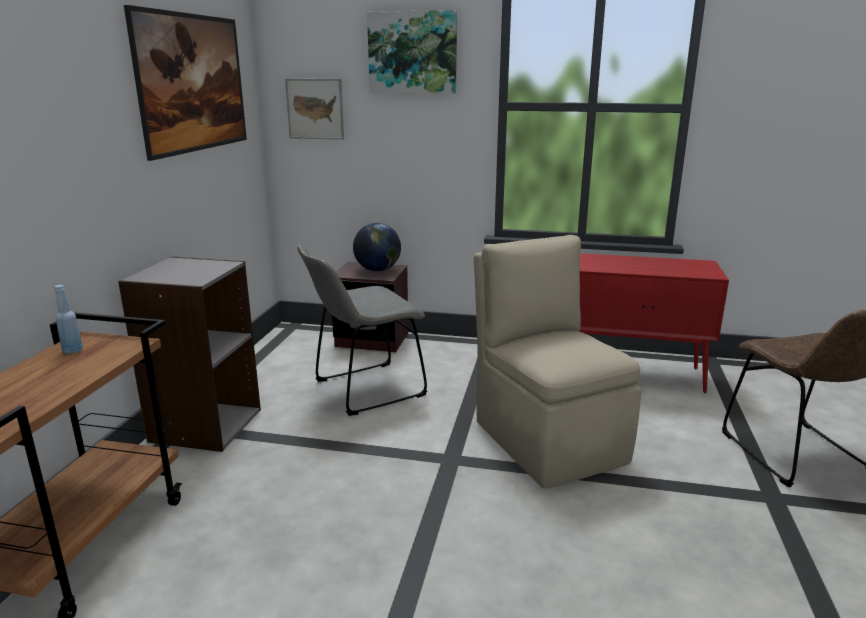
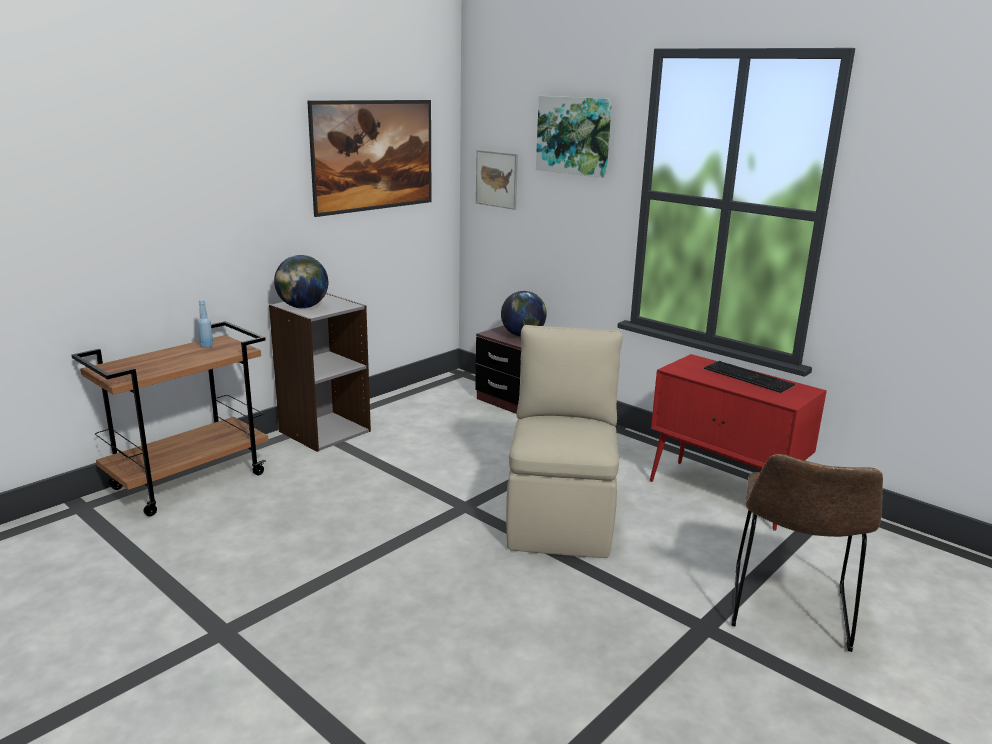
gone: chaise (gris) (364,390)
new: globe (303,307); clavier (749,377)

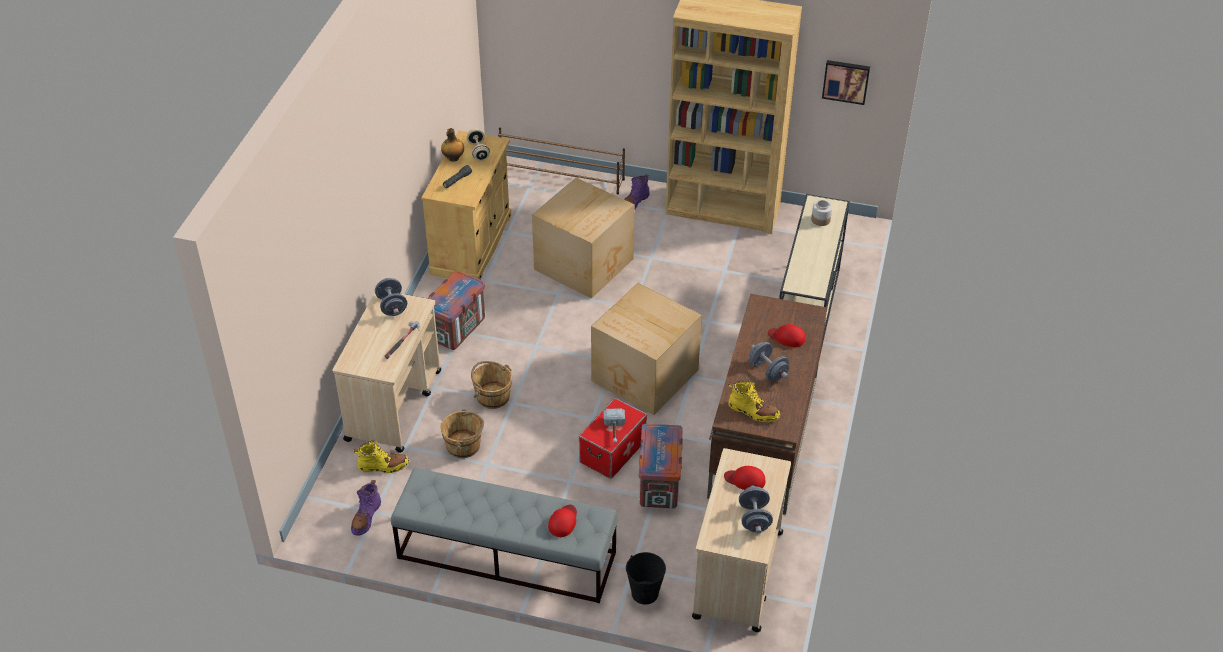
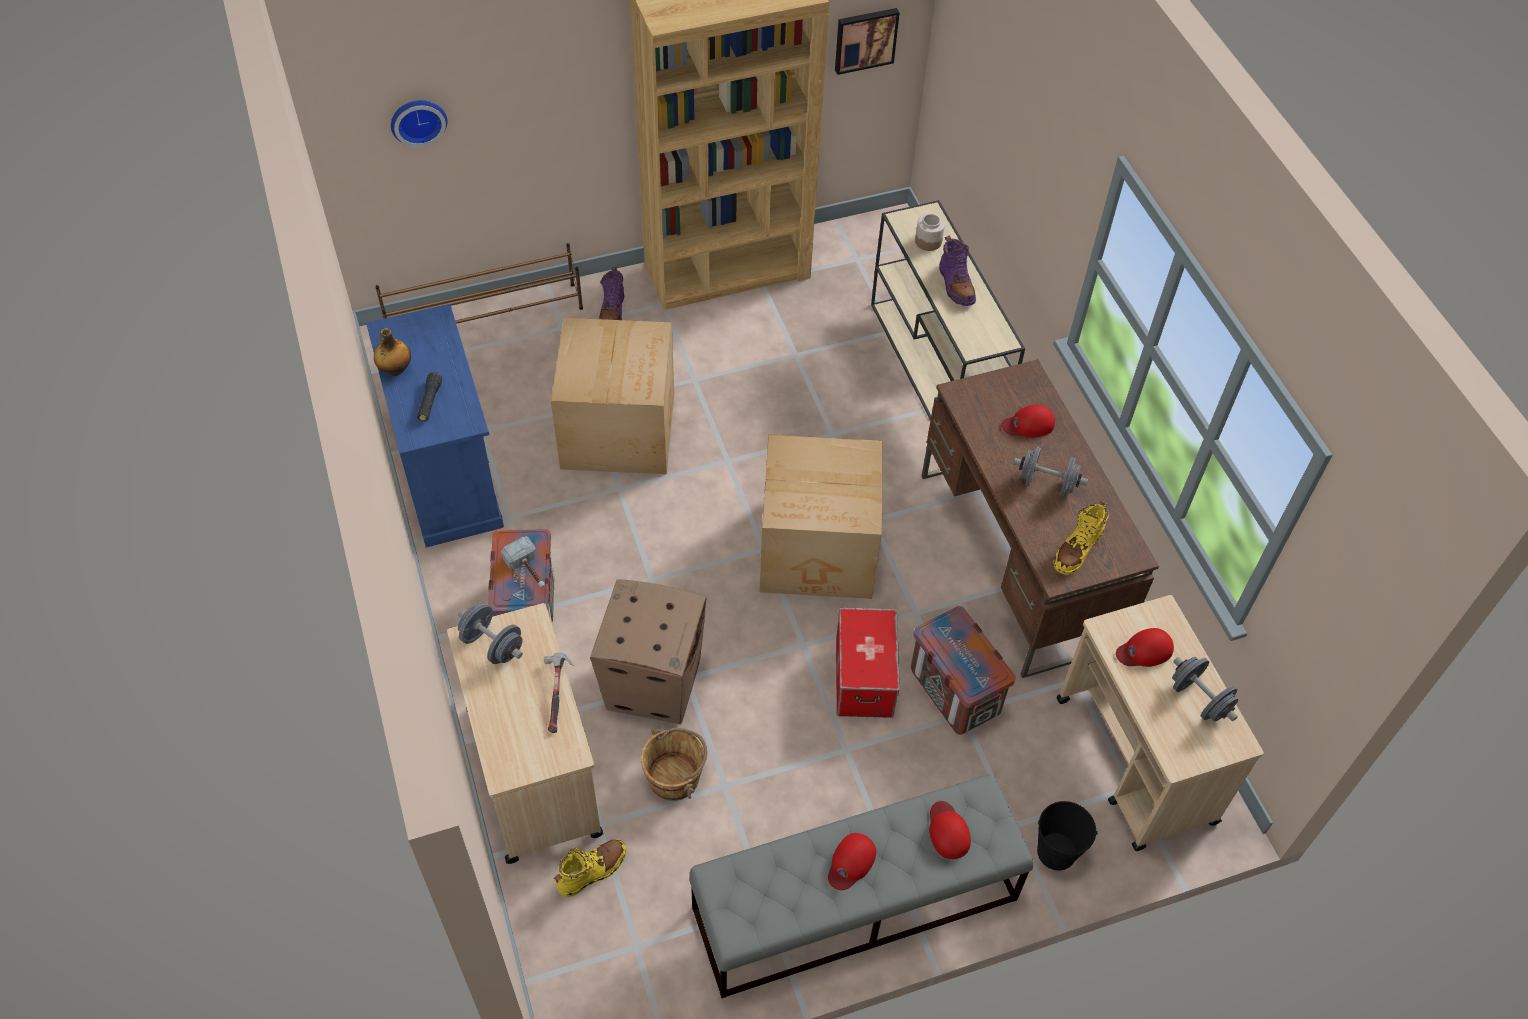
gone: haltère (beige) (478,151)
new: horloge murale (418,120); casquette (rouge) (851,862)
shifted: marteau (614,430) to (528,570); botte (violet) (366,517) to (956,285)
swapped: seau (marron) (492,396) to carton (654,683)
repainted: meuble de rangement (beige) (471,245) to meuble de rangement (bleu) (448,473)
rotated: botte (jaune) (753,411) = (1077,550) 135 degrees clockwise

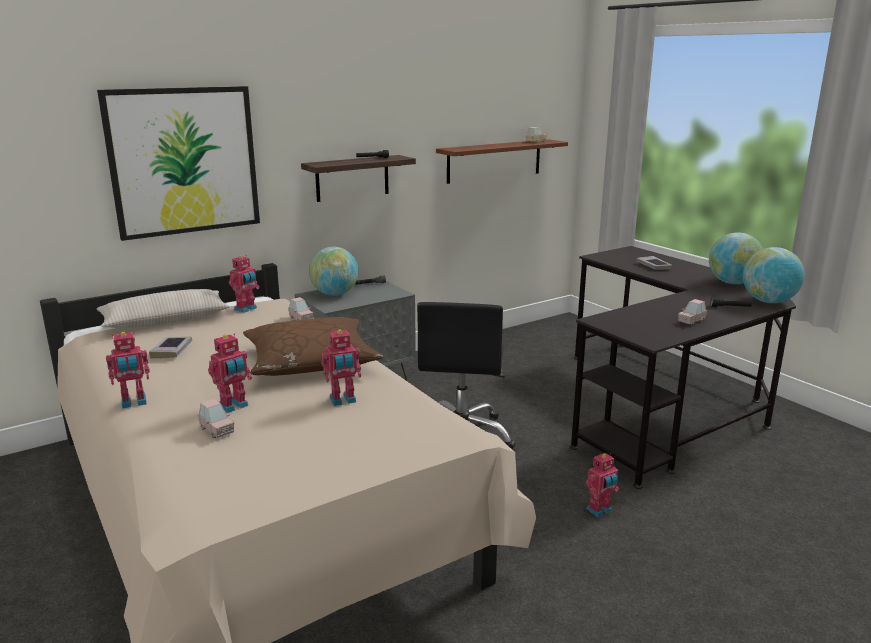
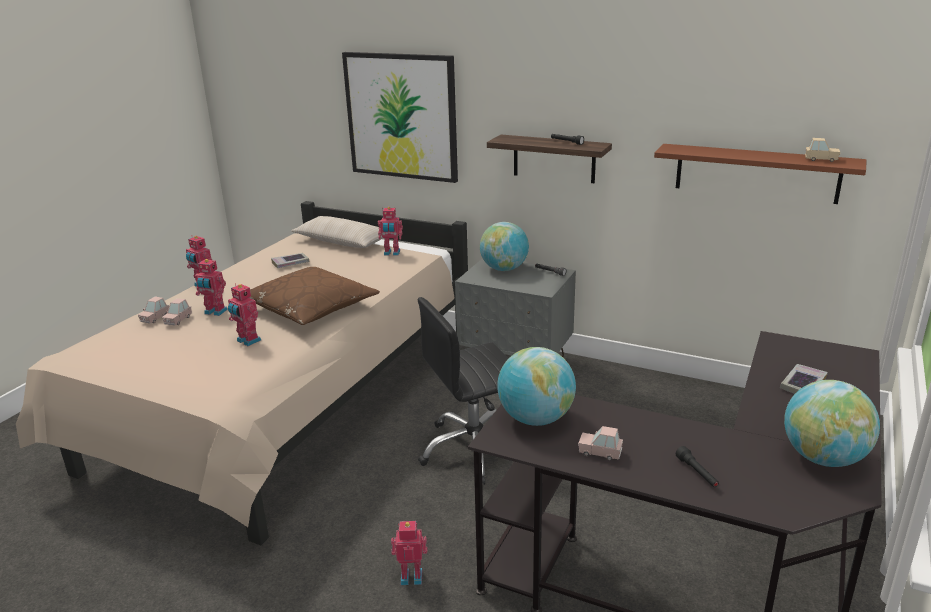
shifted: globe (768,301) to (536,419); petite voiture (rose) (301,318) to (155,318)
rotated: robot jouet (600,511) = (411,576) 150 degrees clockwise

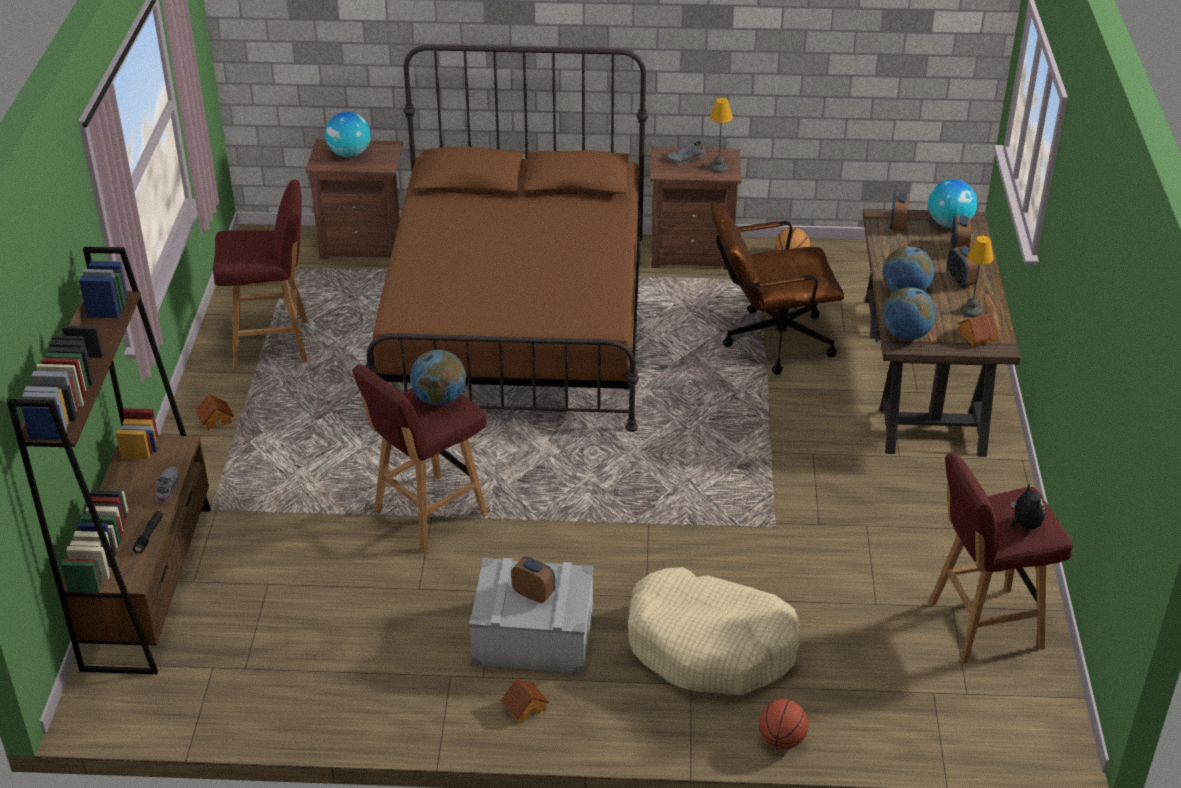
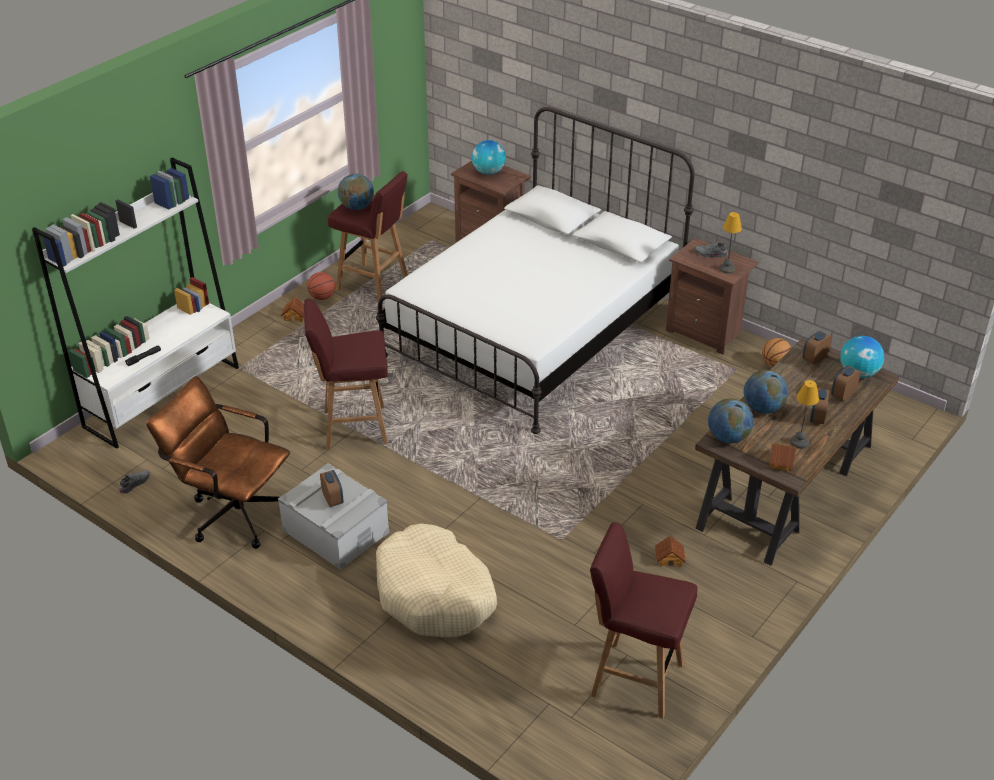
gone: peluche (1024,525)
shifted: chaise de bureau (marron) (769,341) to (231,512); globe (439,399) to (356,207); chaussure (gris) (166,488) to (134,484); maison miniature (525,707) to (669,558); ballon de basket (781,740) to (322,297)
repainted: lit (marron) (517,324) to lit (blanc) (534,331); bibliothèque (marron) (149,585) to bibliothèque (blanc) (163,396)

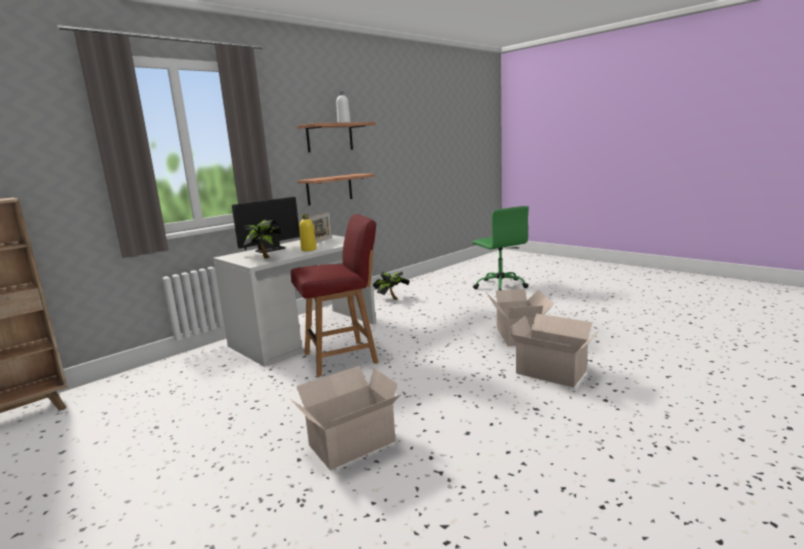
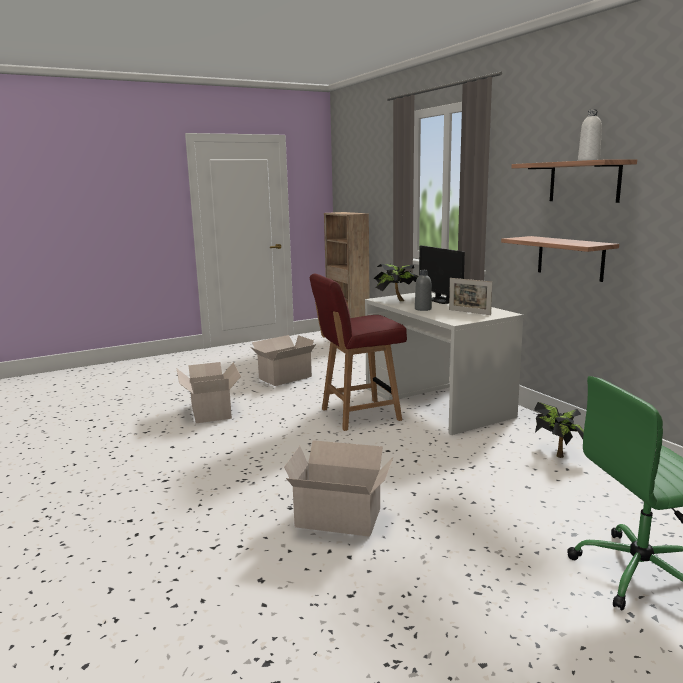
shifted: carton (552,373) to (283,378)
repainted: bouteille (jaune) (308,249) to bouteille (gris) (423,309)
rotated: chaise (rouge) (342,357) = (358,415) 75 degrees clockwise

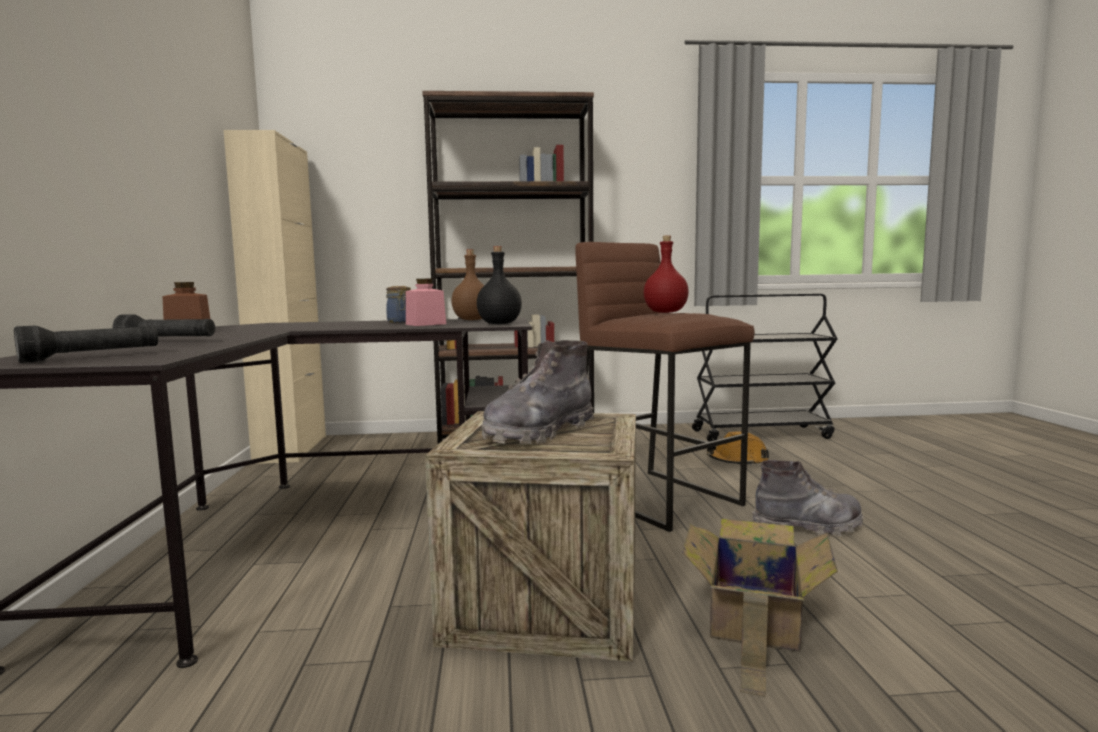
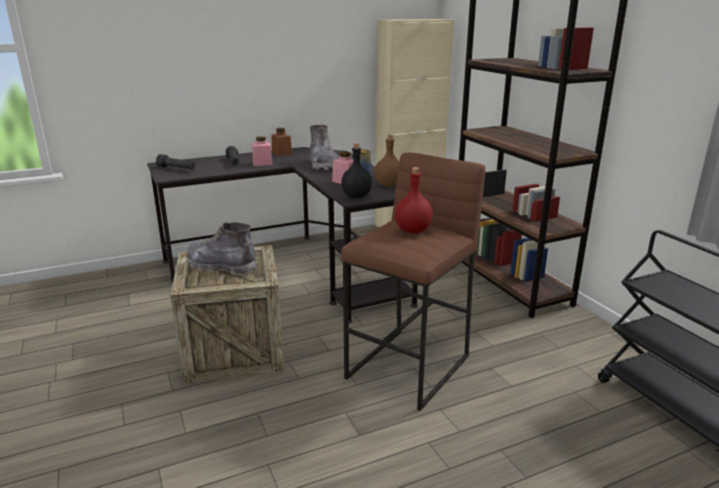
gone: casque de chantier (orange) (737,461); carton (752,617)
new: bocal (rose) (262,163)
shifted: botte (gris) (807,527) to (323,165)

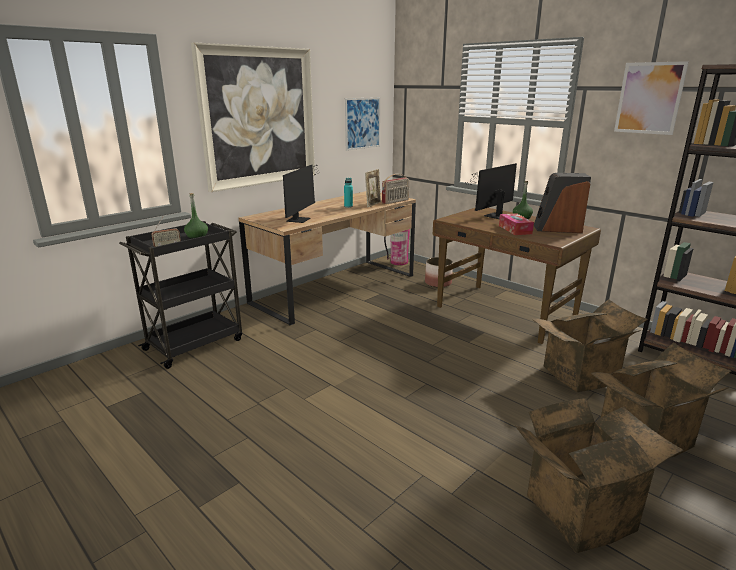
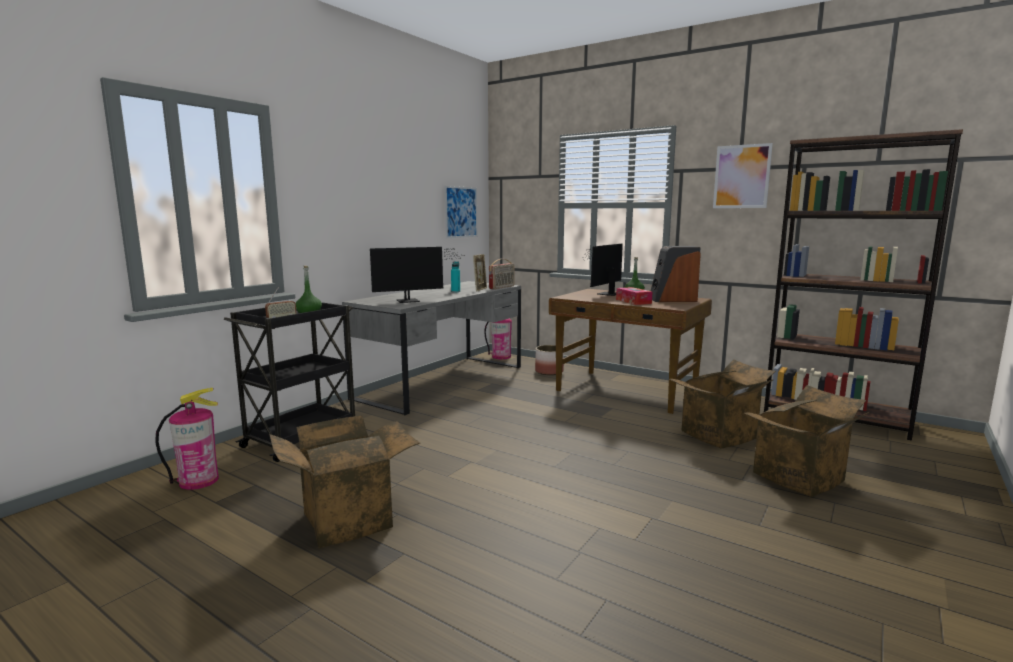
gone: tableau (259,117)
new: extincteur (199,481)
shifted: carton (578,508) to (348,518)
repainted: bureau (marron) (335,289) to bureau (gris) (442,382)
rotated: écran d'ordinateur (300,219) = (411,300) 60 degrees clockwise

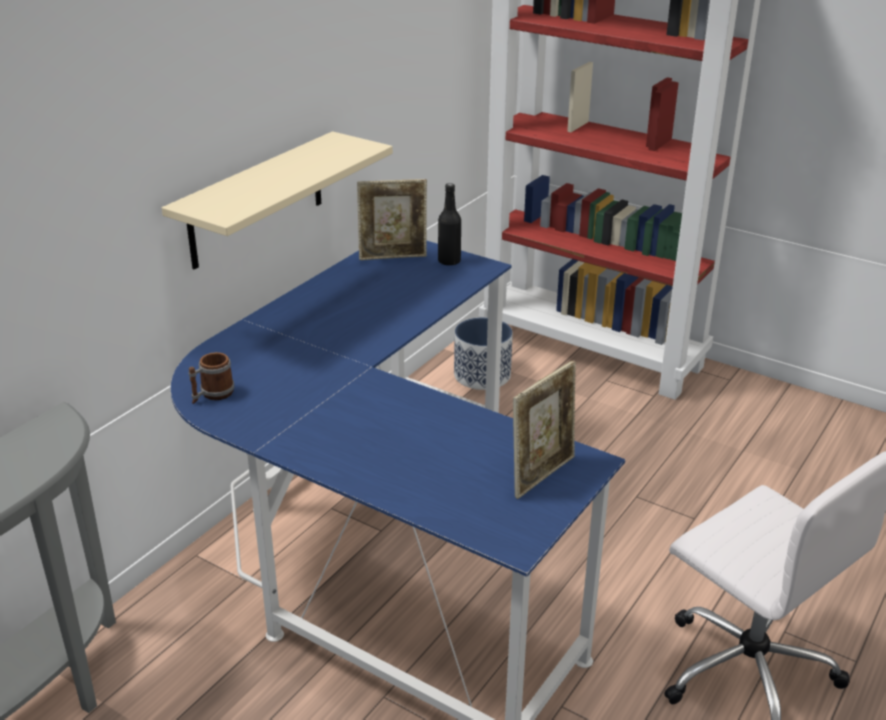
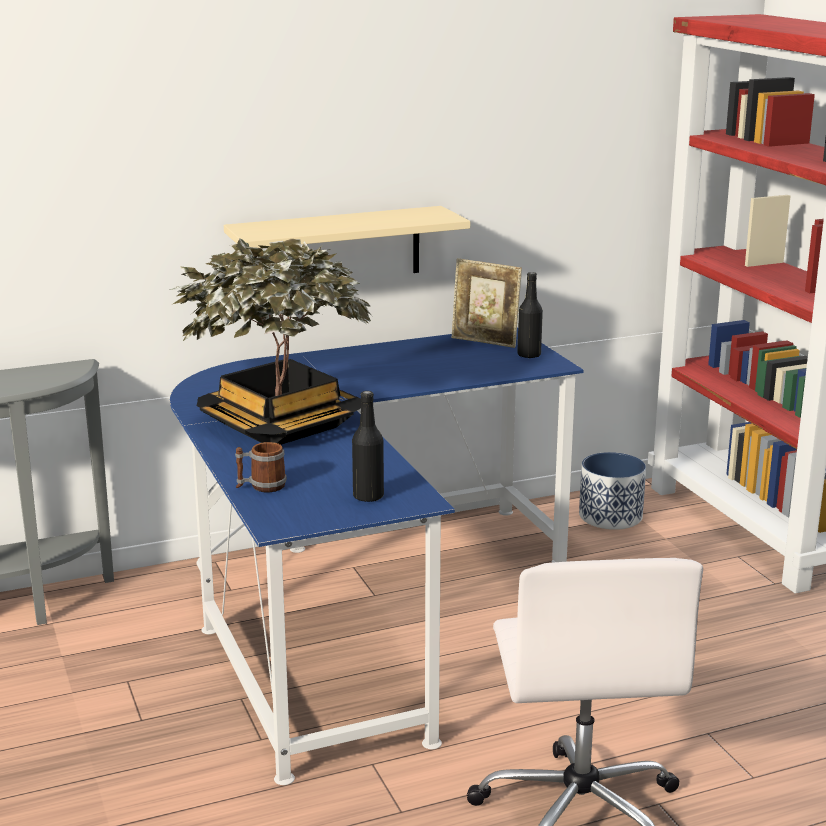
new: plante en pot (280,426)
shifted: mug (212,395) to (261,486)
swapped: cadre photo (542,474) to bouteille (noir) (368,496)

